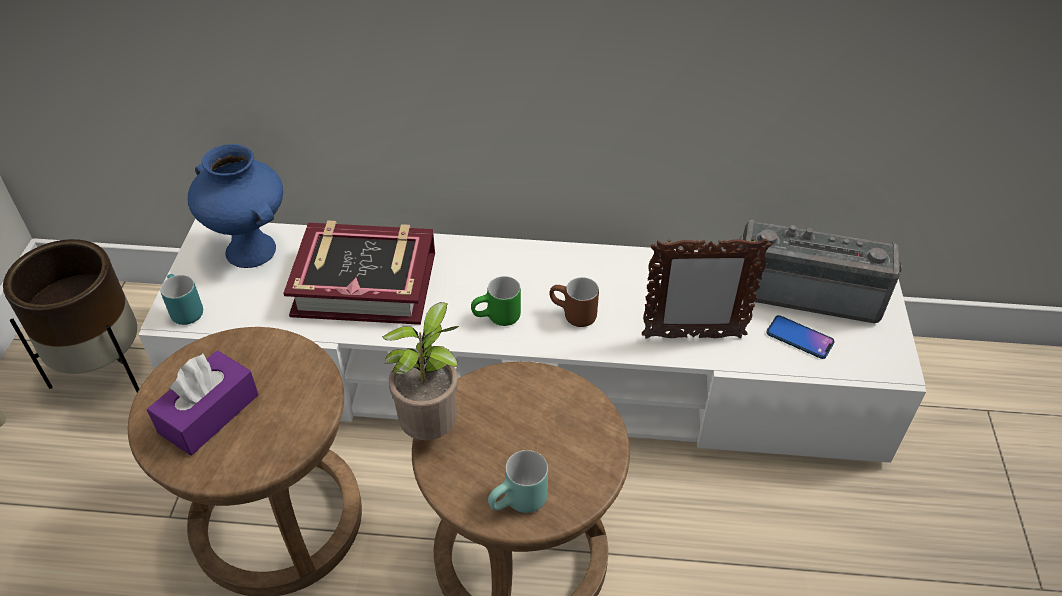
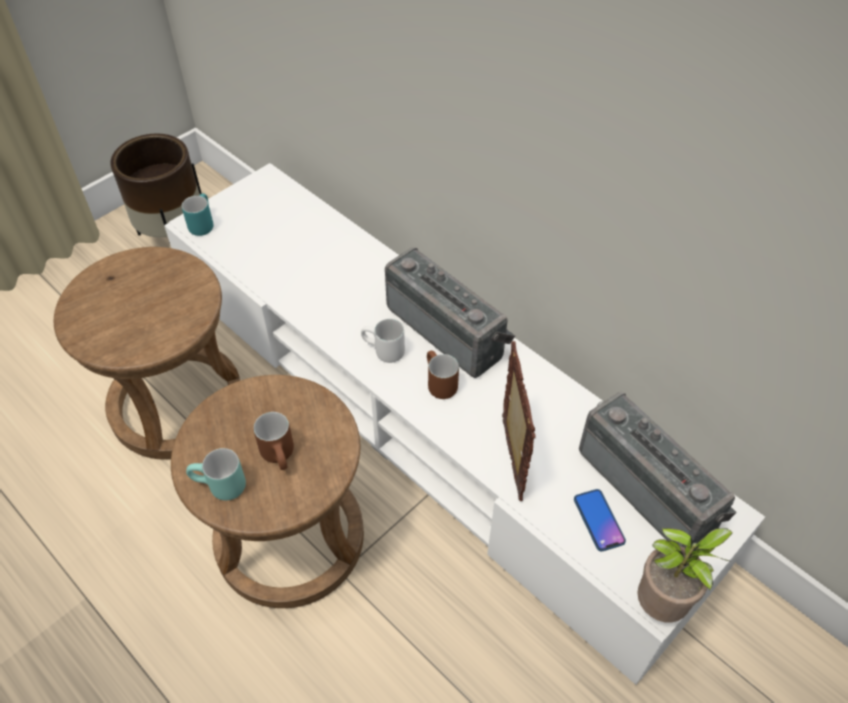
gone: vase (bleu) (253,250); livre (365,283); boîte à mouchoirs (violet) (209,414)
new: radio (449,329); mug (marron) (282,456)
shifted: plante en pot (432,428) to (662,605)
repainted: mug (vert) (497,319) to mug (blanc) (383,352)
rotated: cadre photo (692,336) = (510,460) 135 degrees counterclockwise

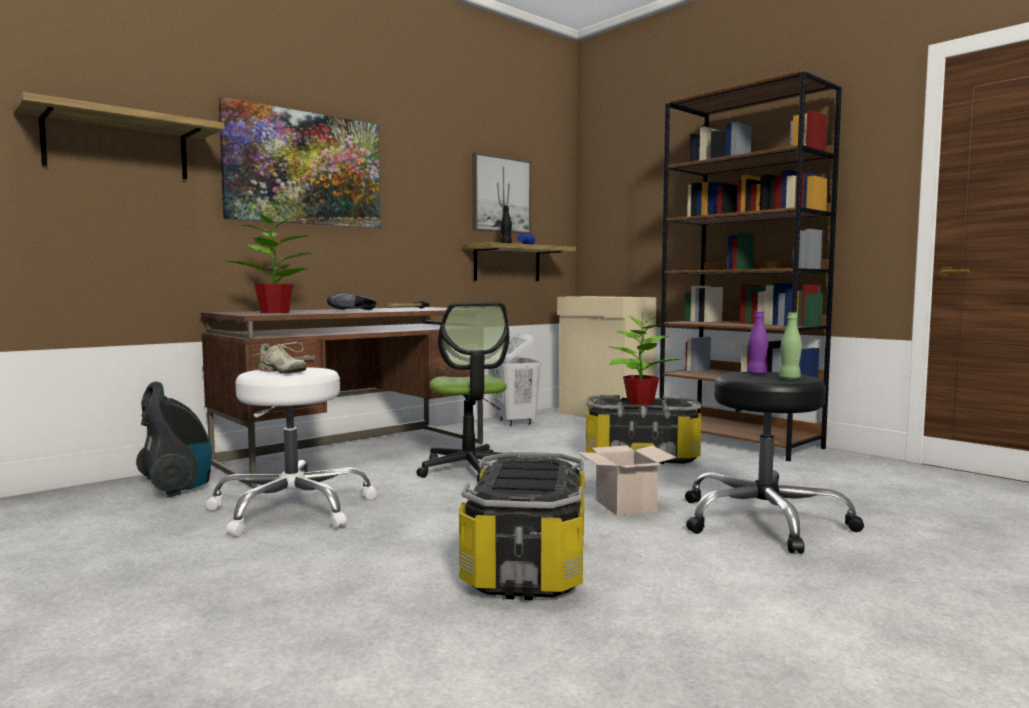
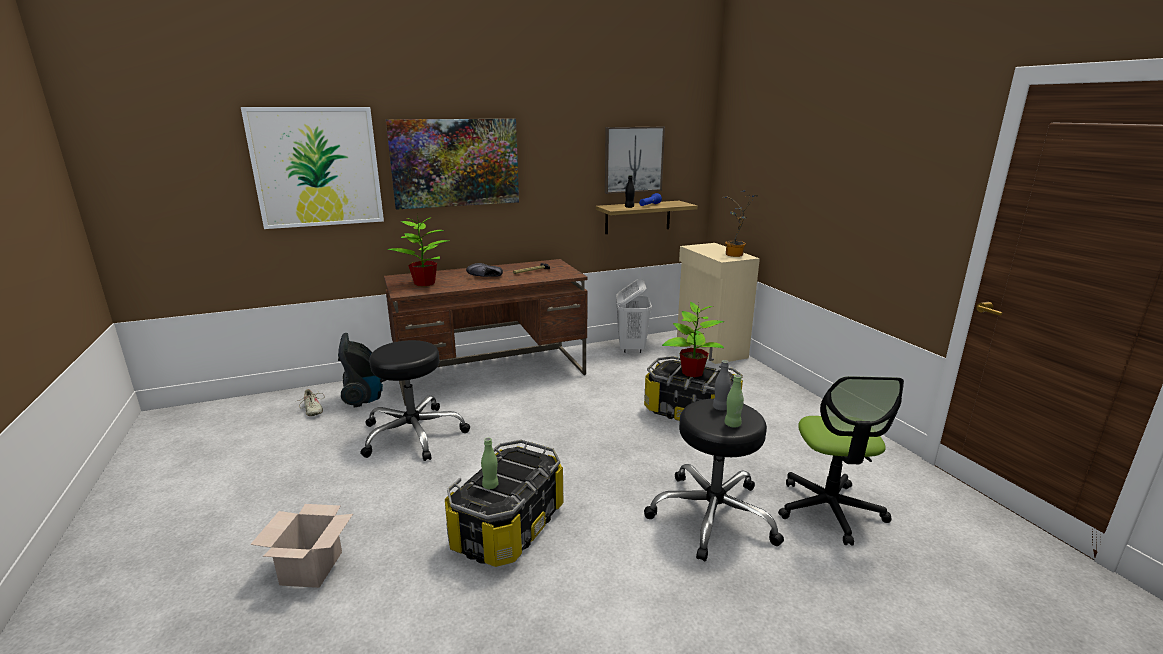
gone: bibliothèque (marron) (740,442)
new: plante en pot (734,255); bouteille (vert) (490,485)
shifted: chaise de bureau (469,469) to (829,510); chaussure (beige) (281,372) to (312,410); carton (623,505) to (311,567)
swapped: étagère (117,146) to tableau (317,167)
repainted: bouteille (violet) (757,374) to bouteille (gris) (720,408); tabouret (blanc) (293,509) to tabouret (noir) (413,434)

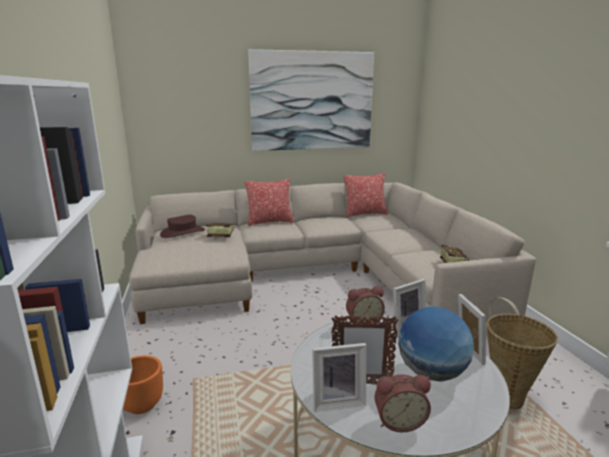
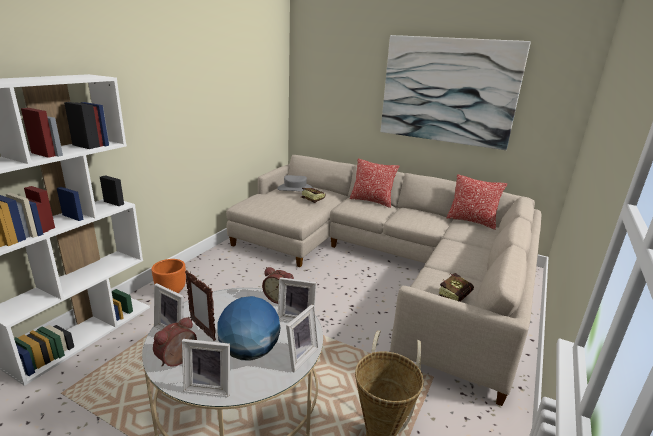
new: cadre photo (209,386)
repainted: chapeau (marron) (182,232) to chapeau (gris) (295,189)
rotated: réveil (399,421) = (178,360) 90 degrees clockwise

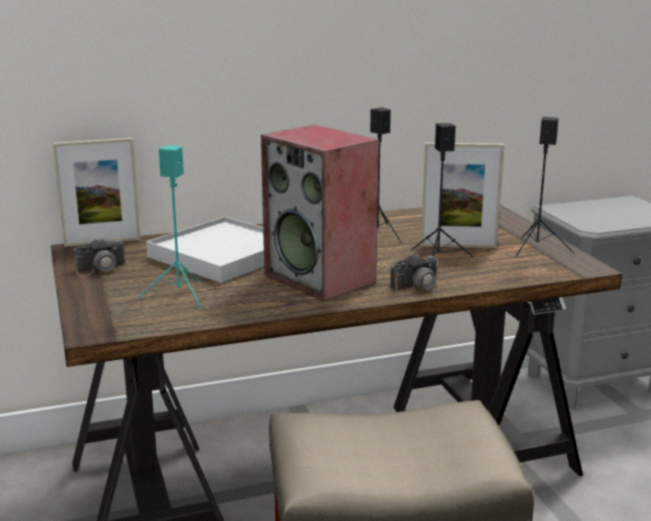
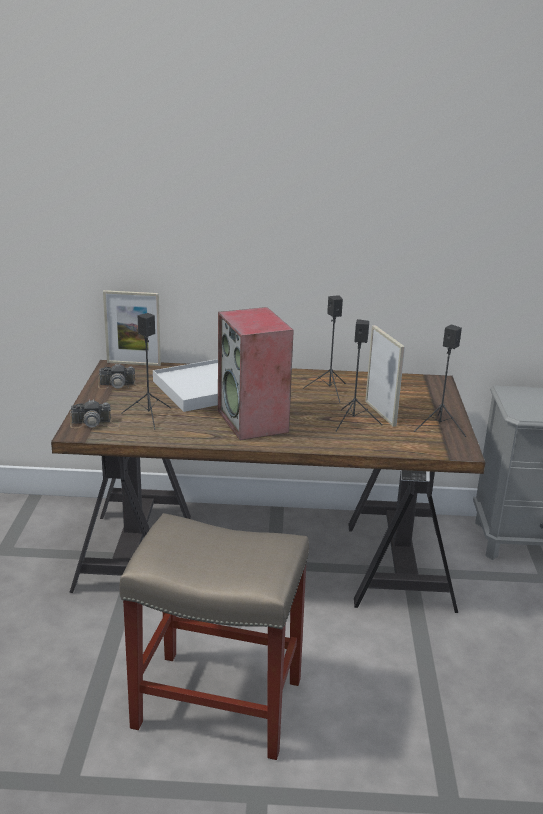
shifted: appareil photo (422,286) to (95,424)
repainted: enceinte (turquoise) (180,295) to enceinte (noir) (149,416)
rotated: cadre photo (458,246) = (380,413) 135 degrees counterclockwise

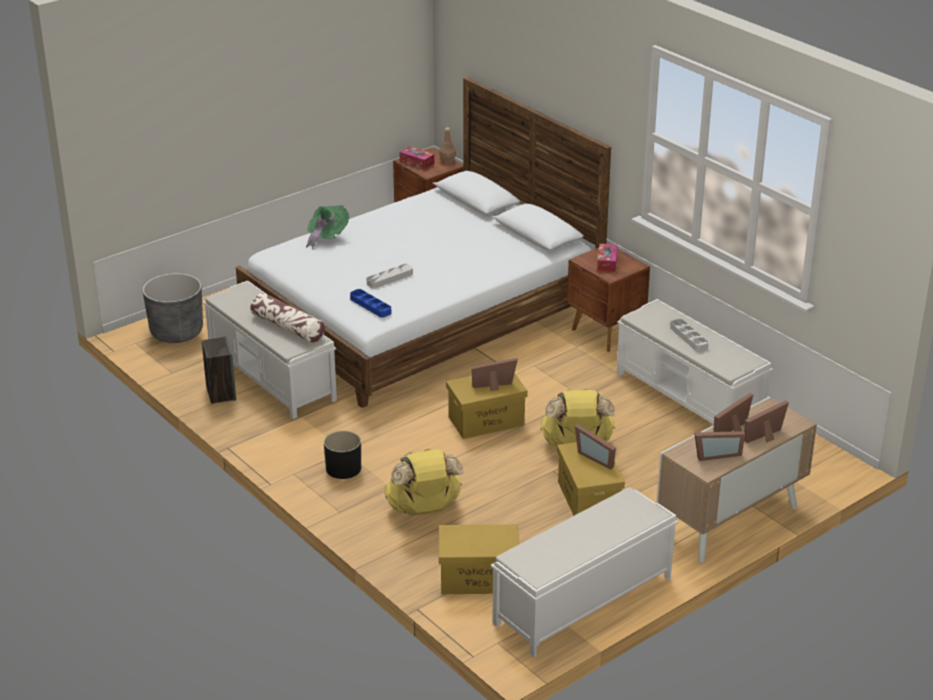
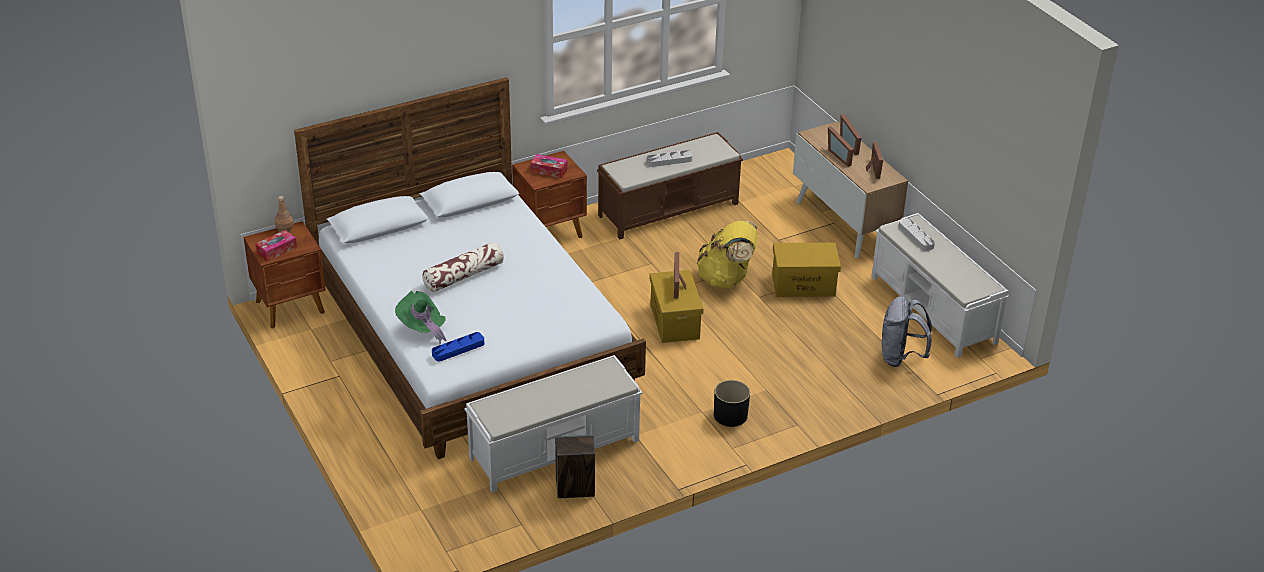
gone: cache-pot (gris) (176,332); cadre photo (596,457); sac à dos (jaune) (423,509)
shifted: plateau (gris) (390,278) to (916,237); plateau (bleu) (370,306) to (458,349); coussin (288,327) to (464,275)
swapped: boîte de rangement (jaune) (477,578) to sac à dos (gris) (901,357)
repainted: banc (blanc) (689,398) to banc (marron) (669,209)

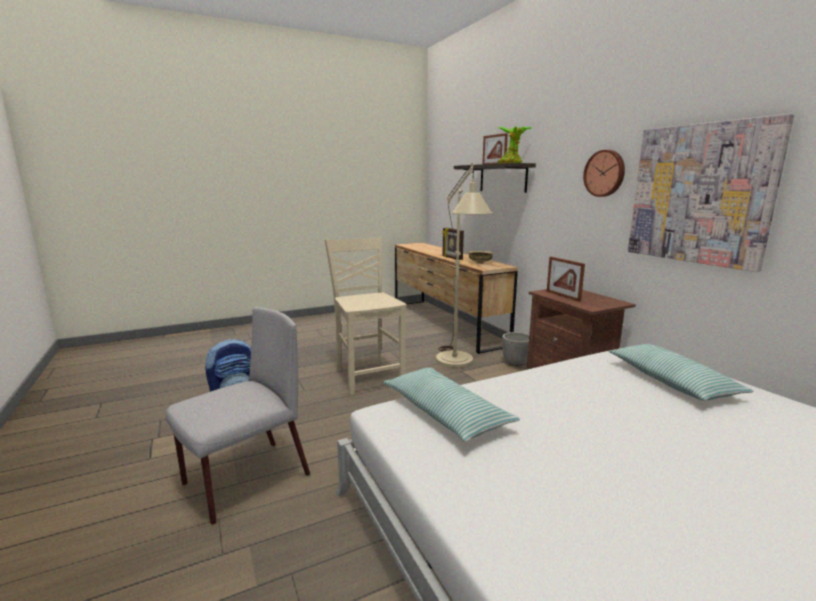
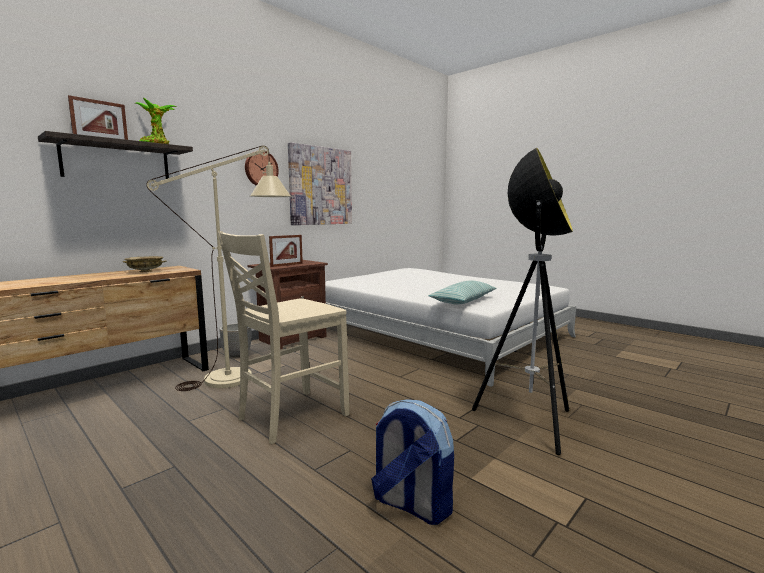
gone: cadre photo (451,258); coussin (671,382)
swapped: chaise (gris) (245,480) to lampadaire (527,422)

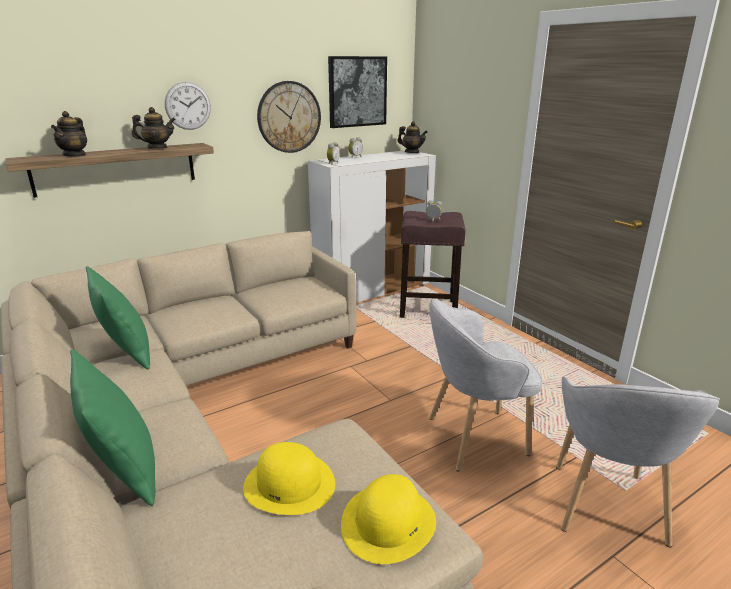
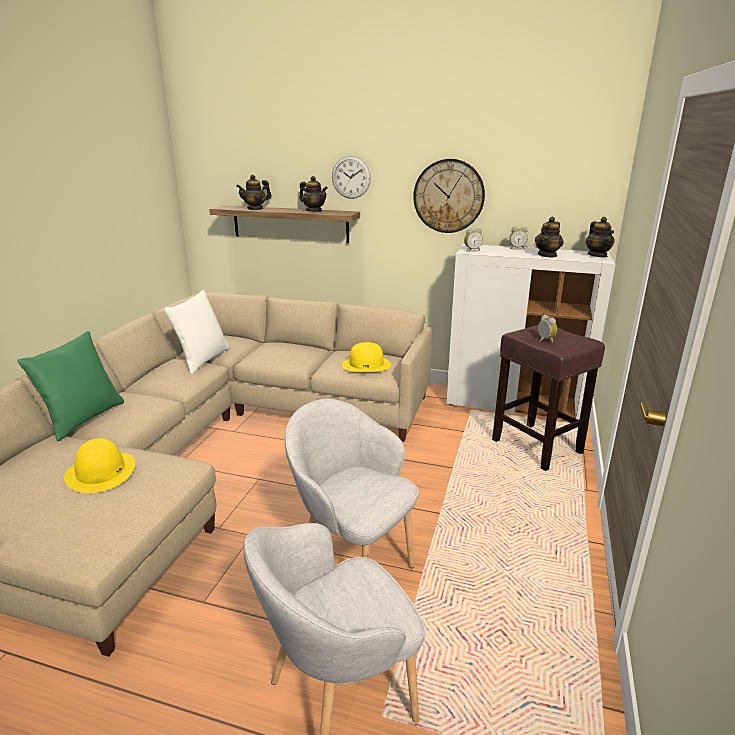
gone: tableau (357,91)
new: théière (547,255)
shifted: chapeau (jaune) (388,522) to (366,364)
repainted: coussin (vert) (126,353) to coussin (blanc) (203,360)

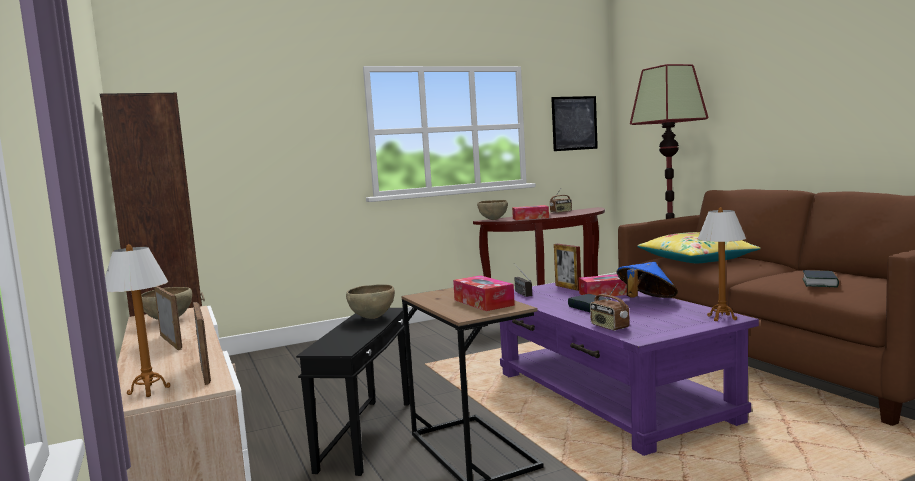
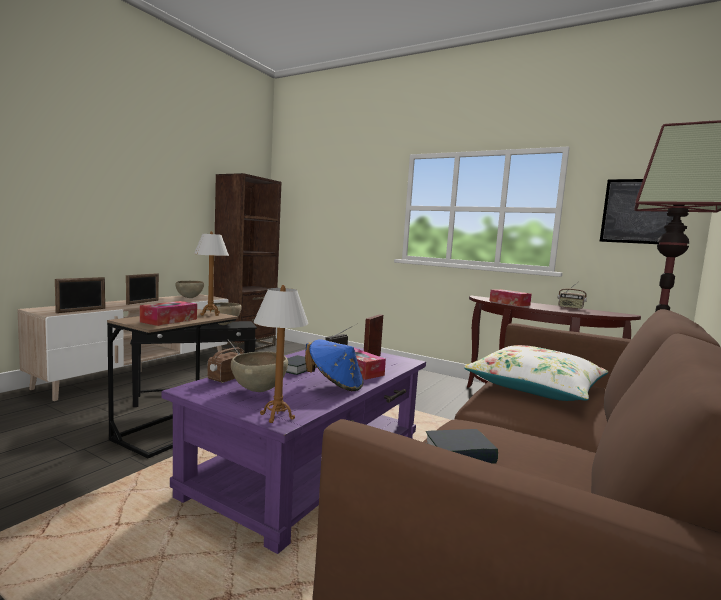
shifted: bol (marron) (493,220) to (259,390); lampe de table (149,390) to (210,314)
repainted: coussin (jaune) (696,260) to coussin (blanc) (536,387)

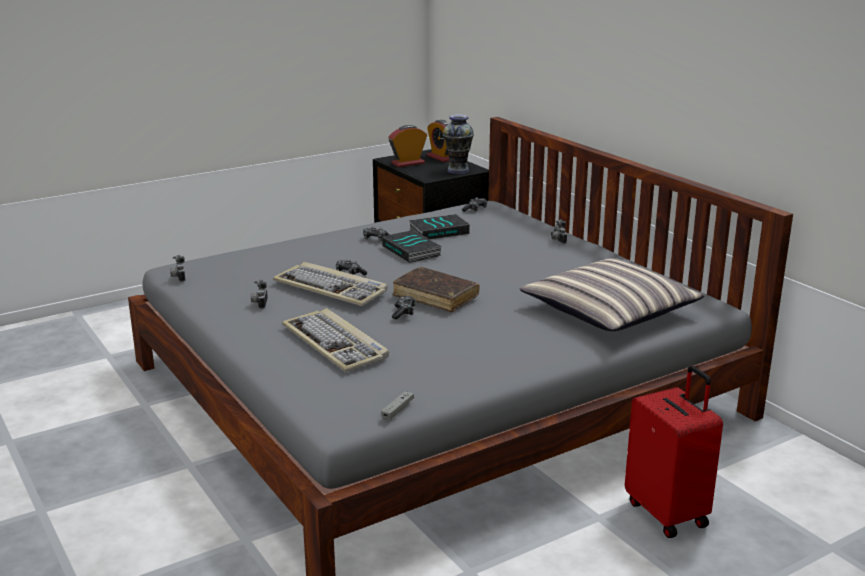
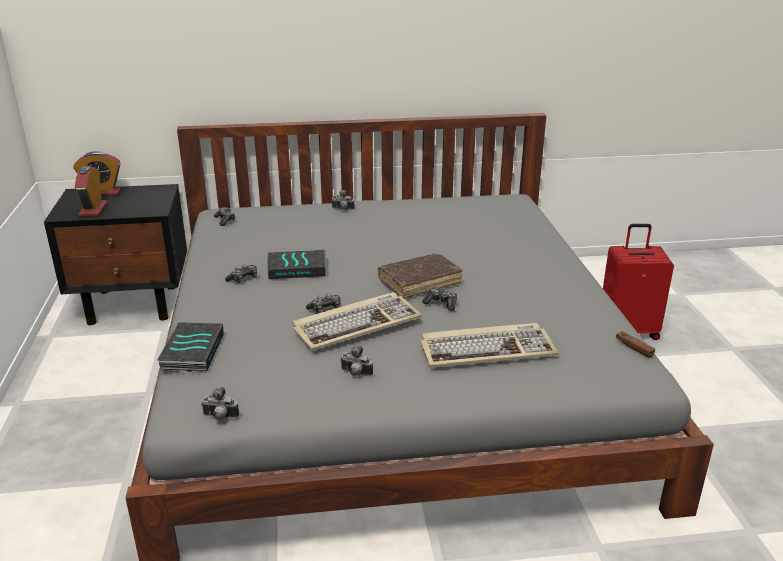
gone: vase (458,171); coussin (609,311)
shifted: livre (439,231) to (191,351)
repainted: manette (gris) (397,410) to manette (marron) (634,348)

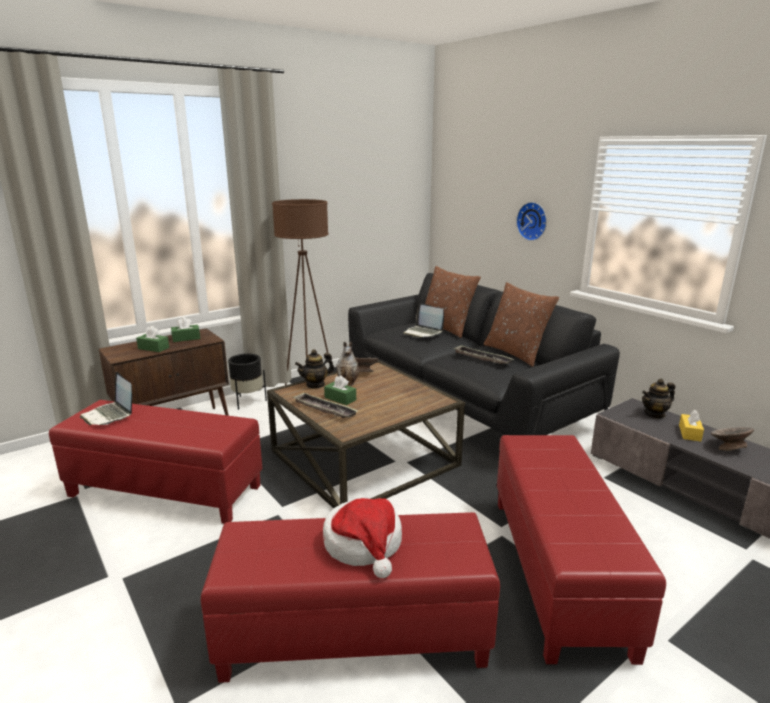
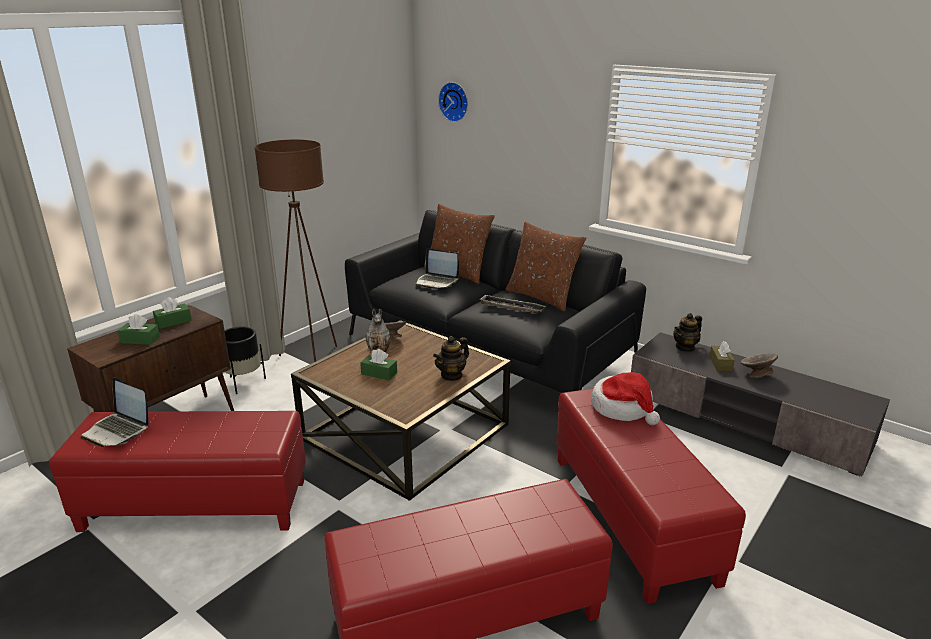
gone: plateau (324,409)
shifted: horloge murale (533,221) to (455,101); théière (315,384) to (452,375); chapeau (364,544) to (623,408)
repainted: boîte à mouchoirs (jaune) (689,433) to boîte à mouchoirs (marron) (720,363)

